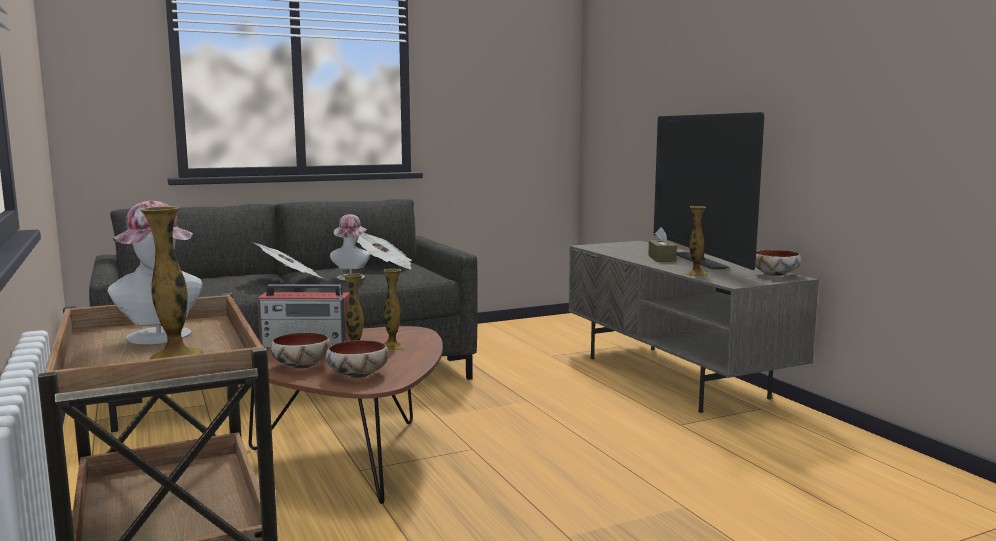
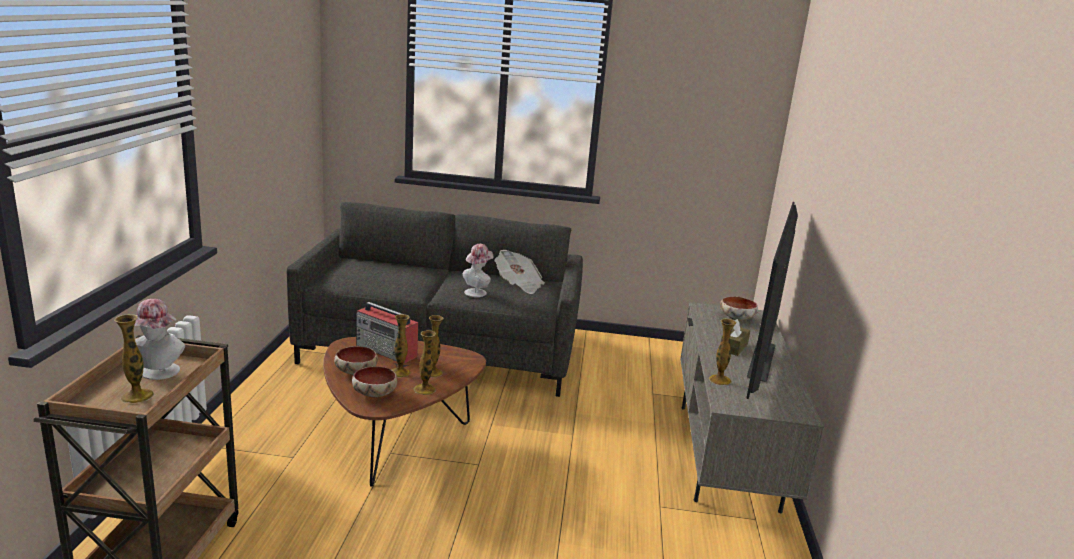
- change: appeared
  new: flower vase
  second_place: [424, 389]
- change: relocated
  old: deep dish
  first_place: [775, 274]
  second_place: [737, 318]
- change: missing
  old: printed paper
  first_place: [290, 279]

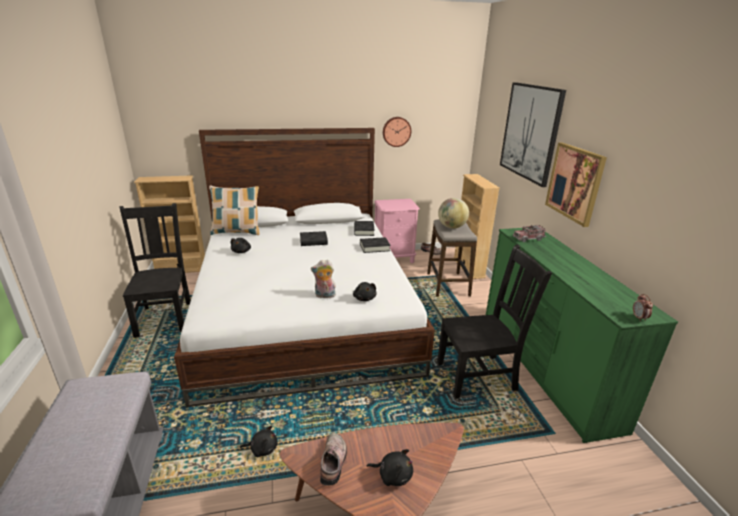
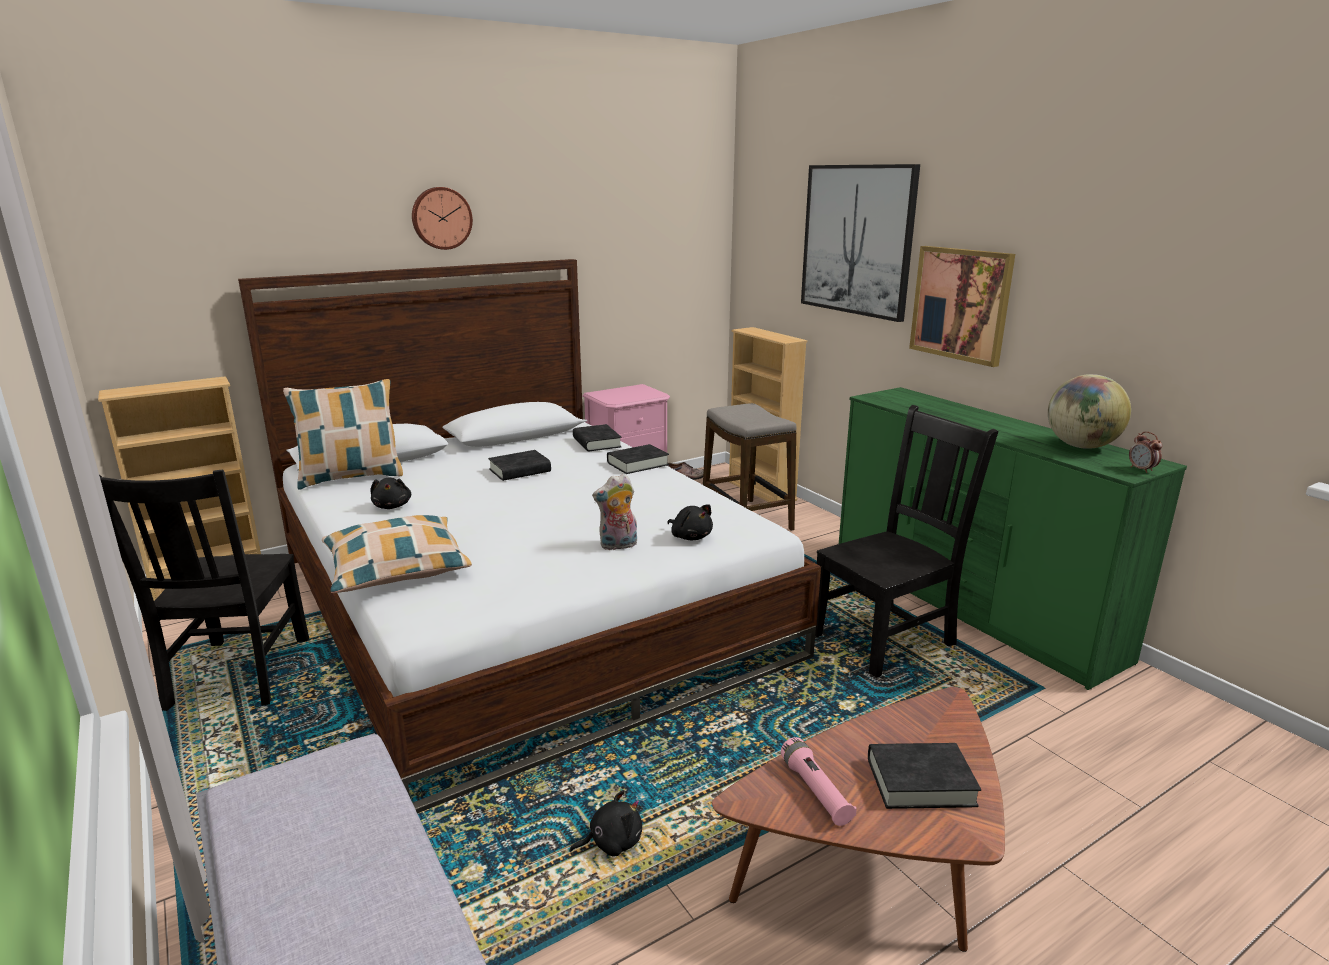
- change: spun
  old: black-coloured plain chair
  first_place: [165, 318]
  second_place: [237, 676]
  degrees: -150
- change: appeared
  new: cushion
  second_place: [396, 567]
- change: relocated
  old: clock on the wall
  first_place: [396, 131]
  second_place: [441, 218]
- change: exchanged
  old: shoe
  new: pinkish hand torch
  first_place: [334, 462]
  second_place: [815, 791]
- change: exchanged
  old: black-coloured cuddly toy
  new: black-coloured bound book
  first_place: [393, 475]
  second_place: [920, 782]
- change: relocated
  old: desk globe
  first_place: [451, 227]
  second_place: [1081, 446]
- change: missing
  old: toy lorry
  first_place: [528, 238]

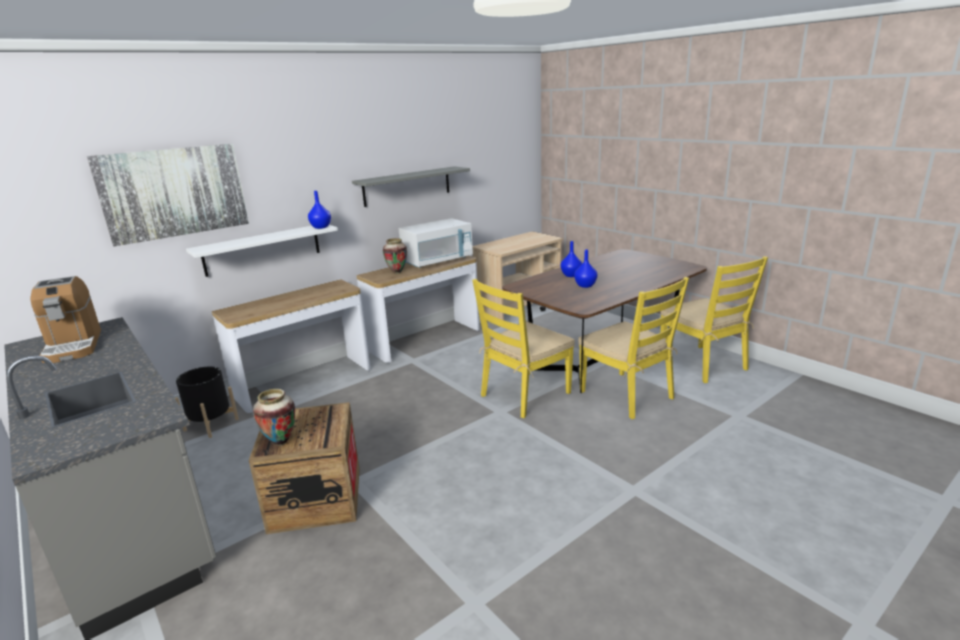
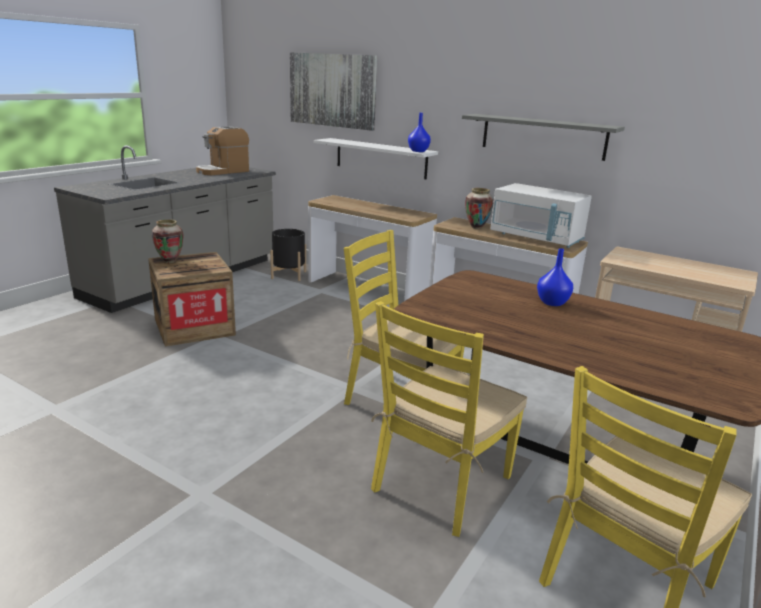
- change: missing
  old: blue-coloured flower vase
  first_place: [585, 285]

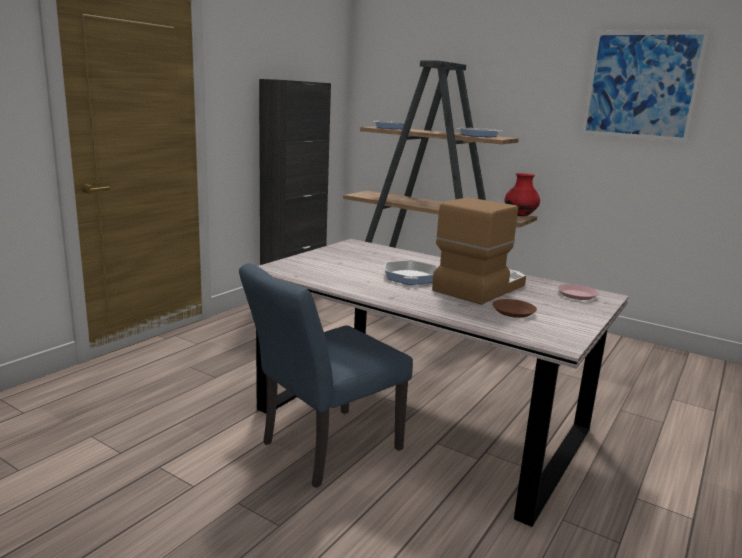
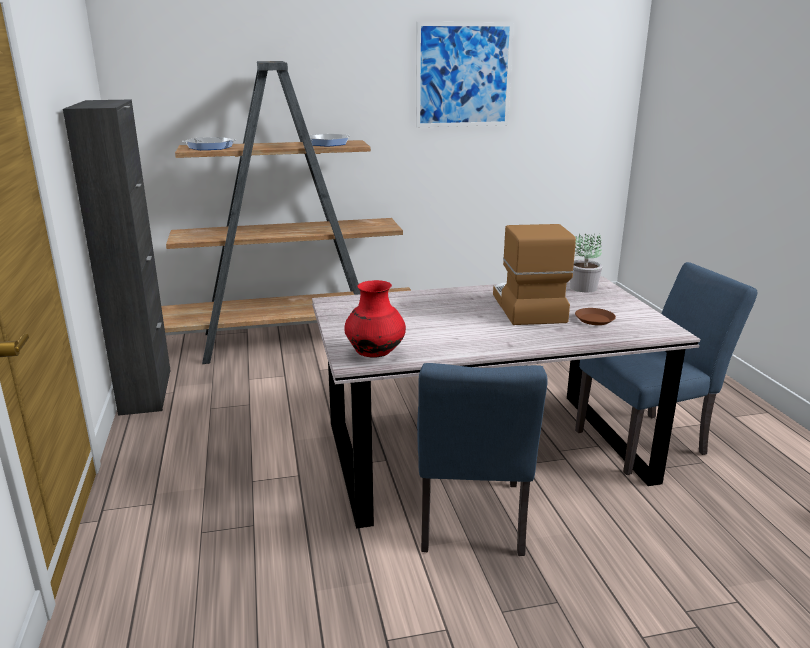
- change: relocated
  old: red-coloured flower vase
  first_place: [520, 216]
  second_place: [375, 354]
- change: exchanged
  old: pinkish dinner plate
  new: potted plant
  first_place: [577, 295]
  second_place: [584, 288]
- change: appeared
  new: blue-coloured plain chair
  second_place: [648, 441]
- change: missing
  old: frying pan
  first_place: [410, 277]

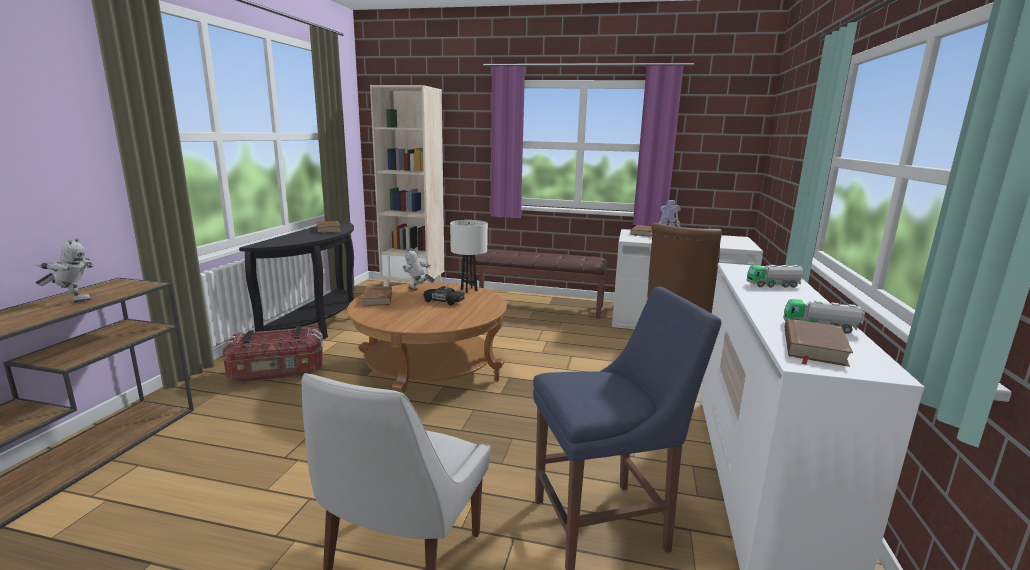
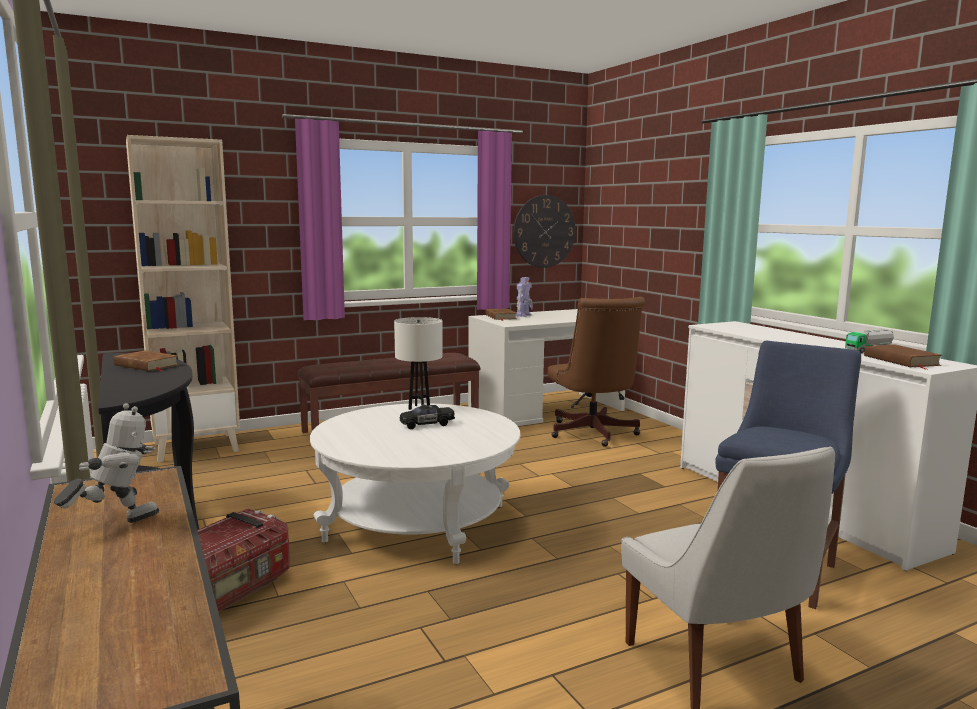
- change: colour
  old: brown-coloured low table
  new: white-coloured low table
  first_place: [430, 372]
  second_place: [418, 523]
- change: appeared
  new: clock on the wall
  second_place: [544, 231]
- change: missing
  old: brown-coloured bound book
  first_place: [378, 299]
- change: missing
  old: robot figure
  first_place: [418, 291]
- change: missing
  old: toy lorry
  first_place: [773, 285]

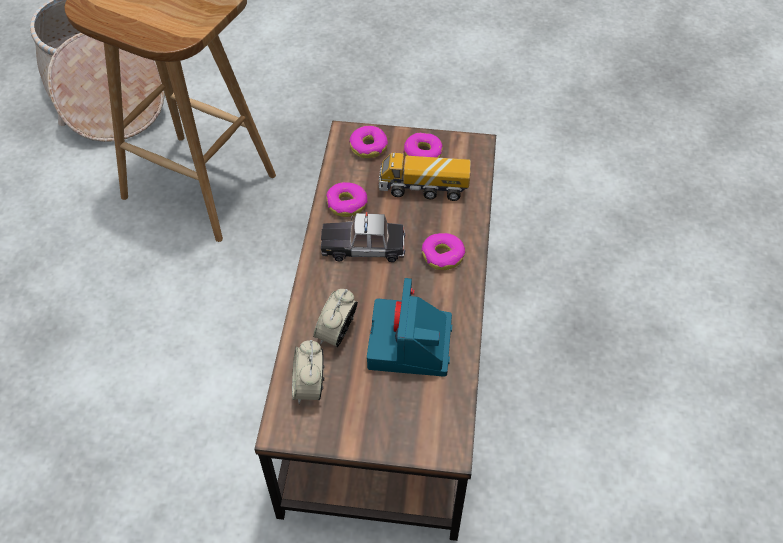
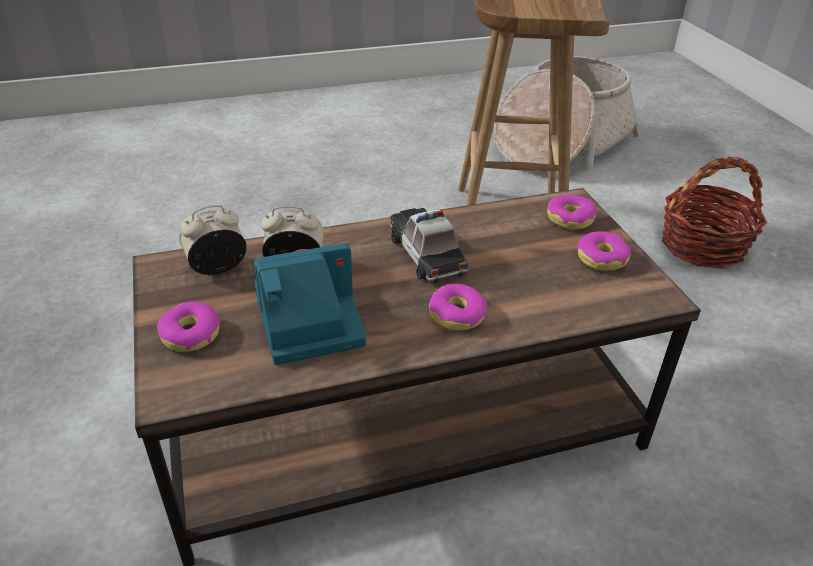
- change: relocated
  old: ring doughnut
  first_place: [347, 204]
  second_place: [190, 335]
- change: appeared
  new: basket
  second_place: [703, 246]
- change: missing
  old: toy lorry
  first_place: [423, 188]

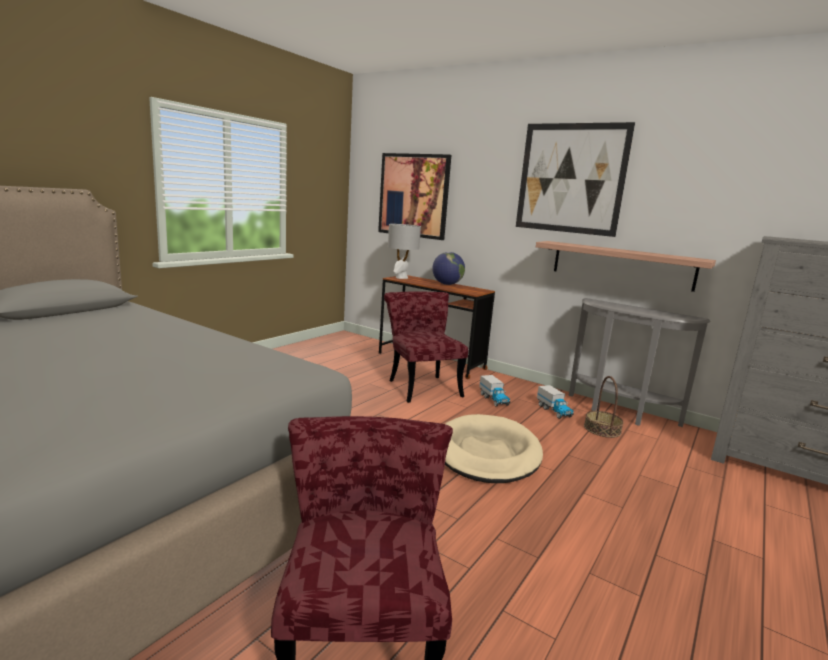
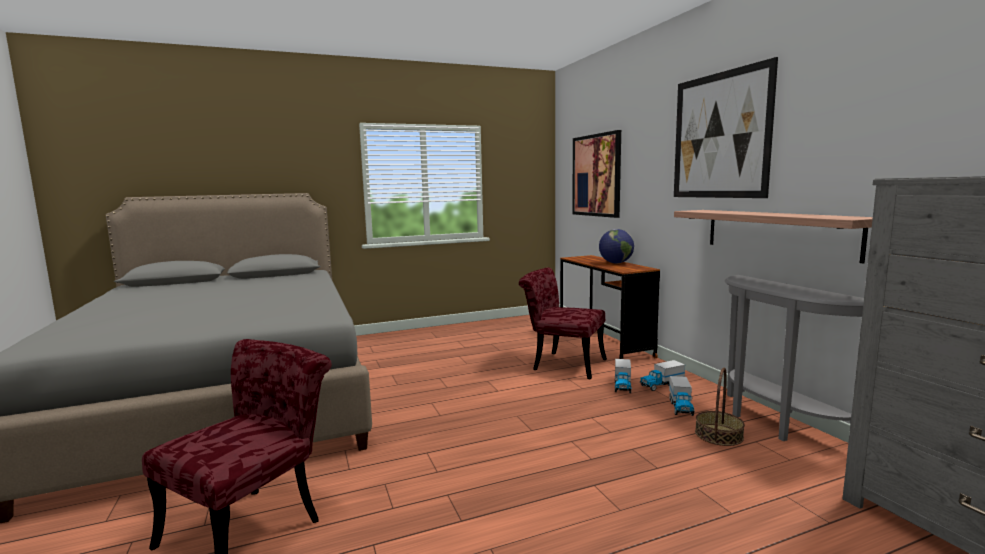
- change: spun
  old: red-coloured plain chair
  first_place: [421, 386]
  second_place: [562, 364]
  degrees: -75
- change: appeared
  new: toy lorry
  second_place: [661, 385]
- change: missing
  old: greyish lamp for a table
  first_place: [401, 277]
- change: missing
  old: beige pet bed
  first_place: [487, 453]

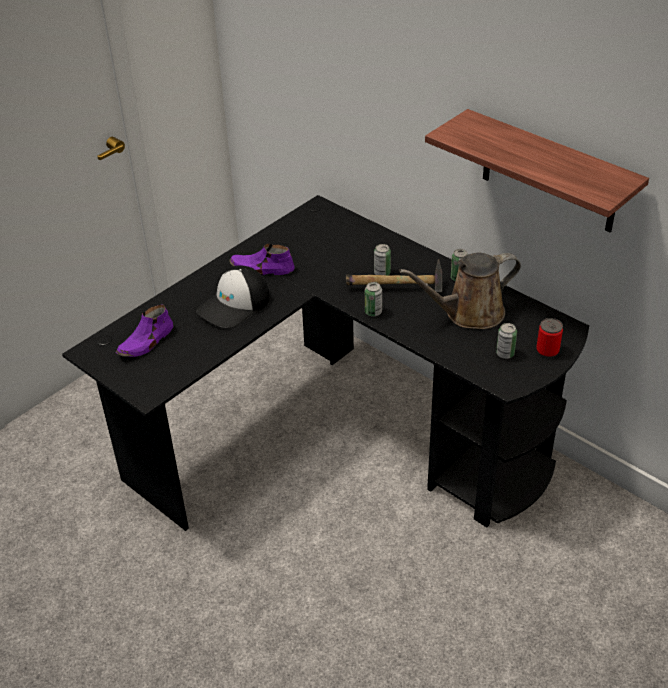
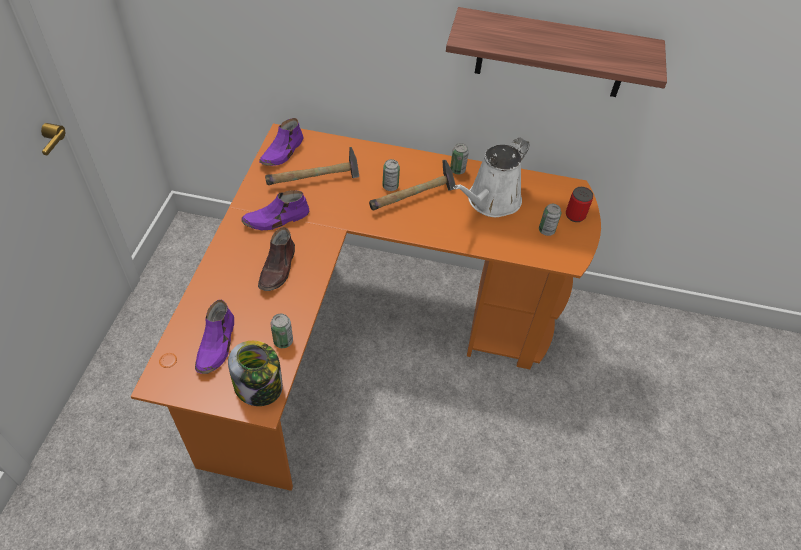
- change: colour
  old: black-coloured desk
  new: orange desk
  first_place: [339, 434]
  second_place: [366, 336]
- change: appeared
  new: storage jar
  second_place: [259, 387]
- change: exchanged
  old: peaked cap
  new: brown-coloured shoe
  first_place: [234, 305]
  second_place: [278, 268]
- change: appeared
  new: purplish shoe
  second_place: [283, 152]
- change: appeared
  new: hammer
  second_place: [316, 180]
- change: relocated
  old: can
  first_place: [373, 312]
  second_place: [283, 341]
- change: colour
  old: brown-coloured watering can
  new: white-coloured watering can
  first_place: [469, 313]
  second_place: [490, 202]

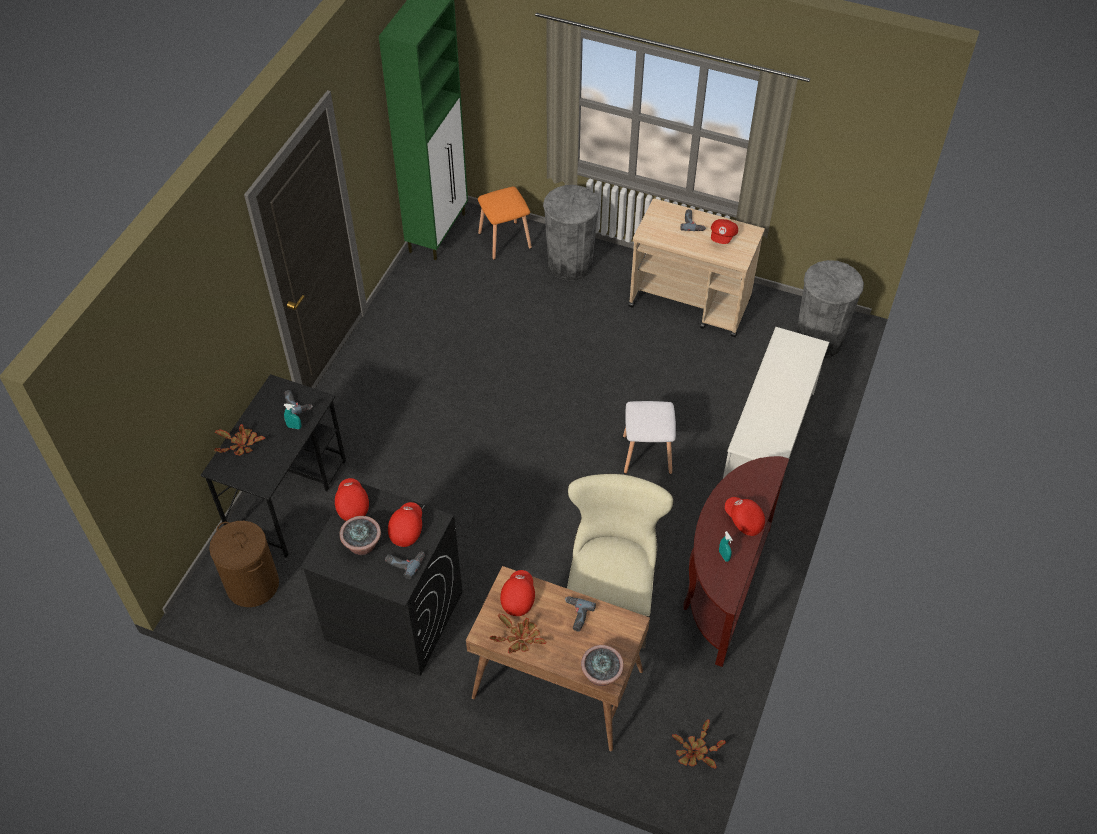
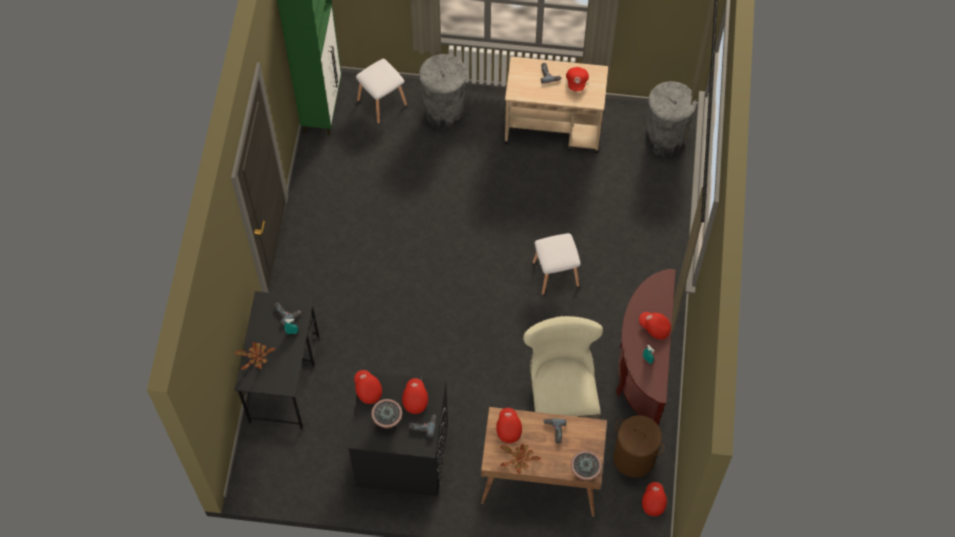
- change: colour
  old: orange stool
  new: white-coloured stool
  first_place: [505, 240]
  second_place: [382, 102]
- change: relocated
  old: brown-coloured laundry basket
  first_place: [253, 585]
  second_place: [634, 458]
- change: exchanged
  old: potted plant
  new: red-coloured peaked cap
  first_place: [695, 752]
  second_place: [653, 501]
- change: missing
  old: white-coloured shoe stand
  first_place: [769, 440]

